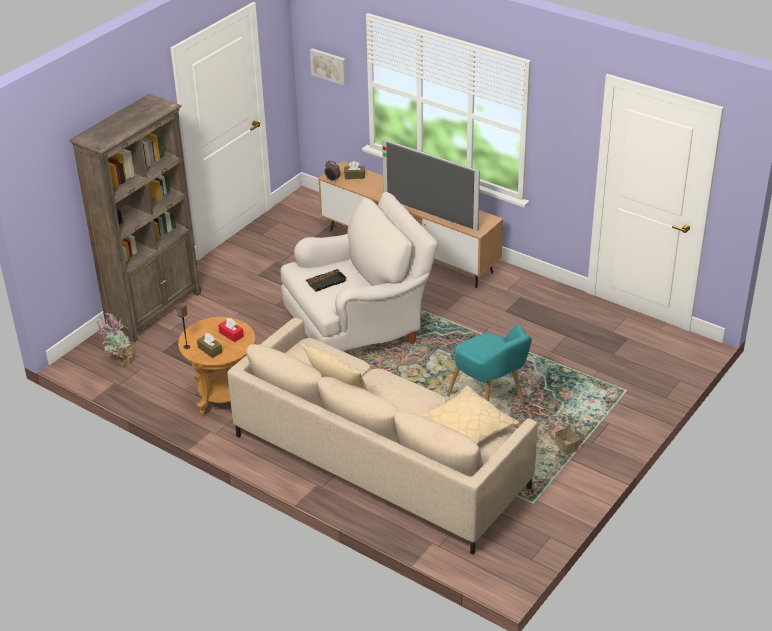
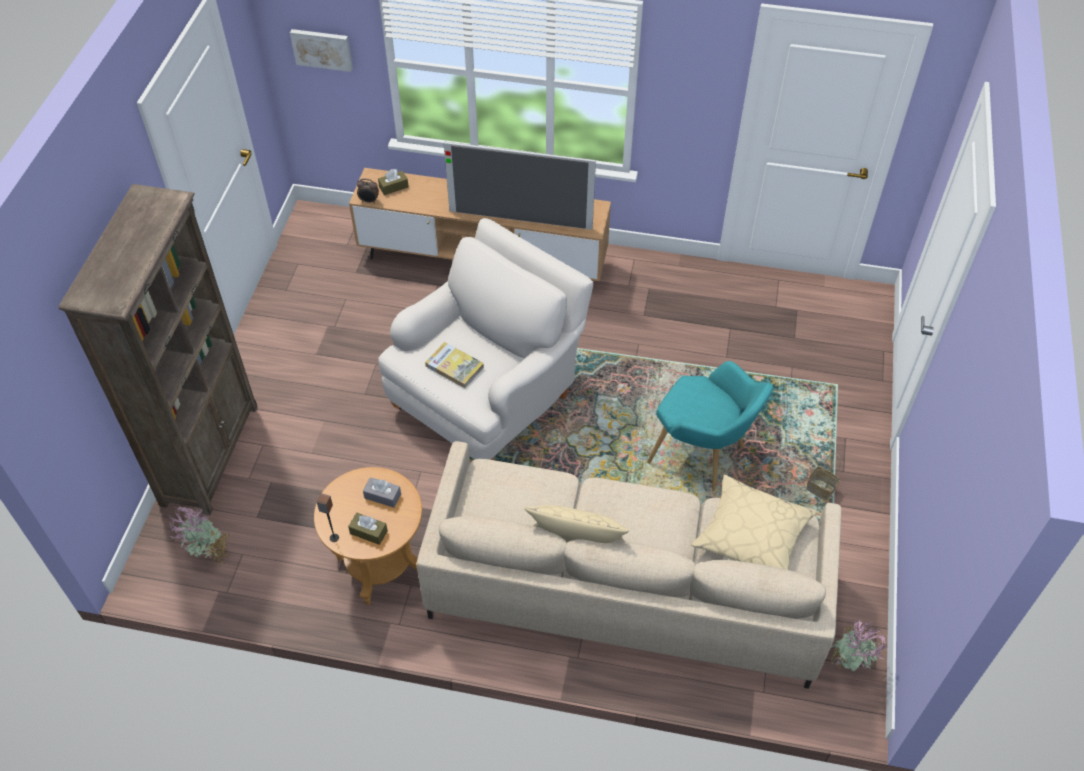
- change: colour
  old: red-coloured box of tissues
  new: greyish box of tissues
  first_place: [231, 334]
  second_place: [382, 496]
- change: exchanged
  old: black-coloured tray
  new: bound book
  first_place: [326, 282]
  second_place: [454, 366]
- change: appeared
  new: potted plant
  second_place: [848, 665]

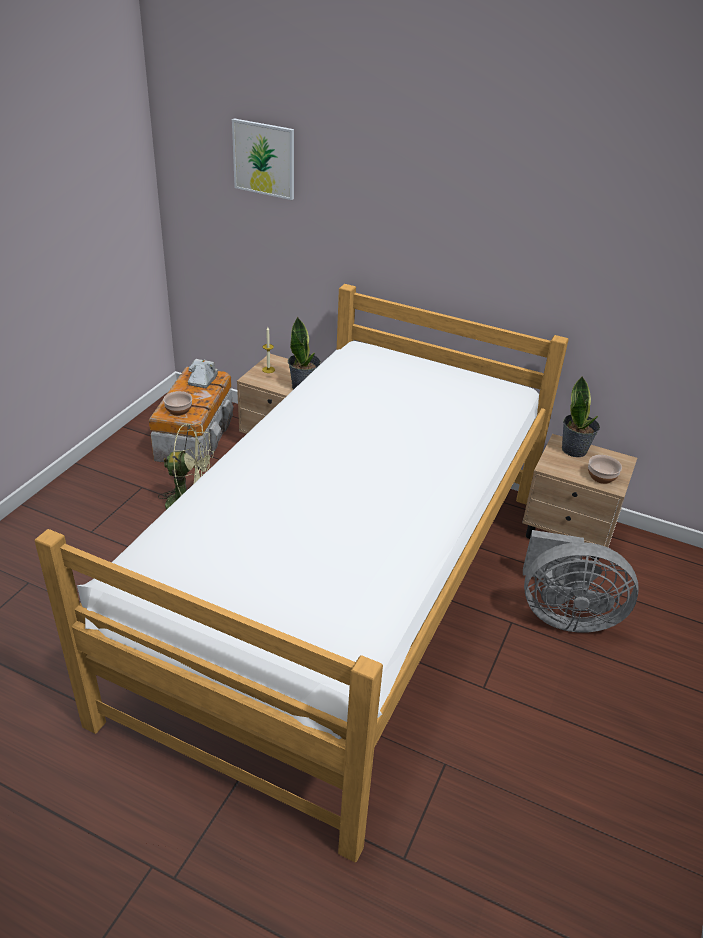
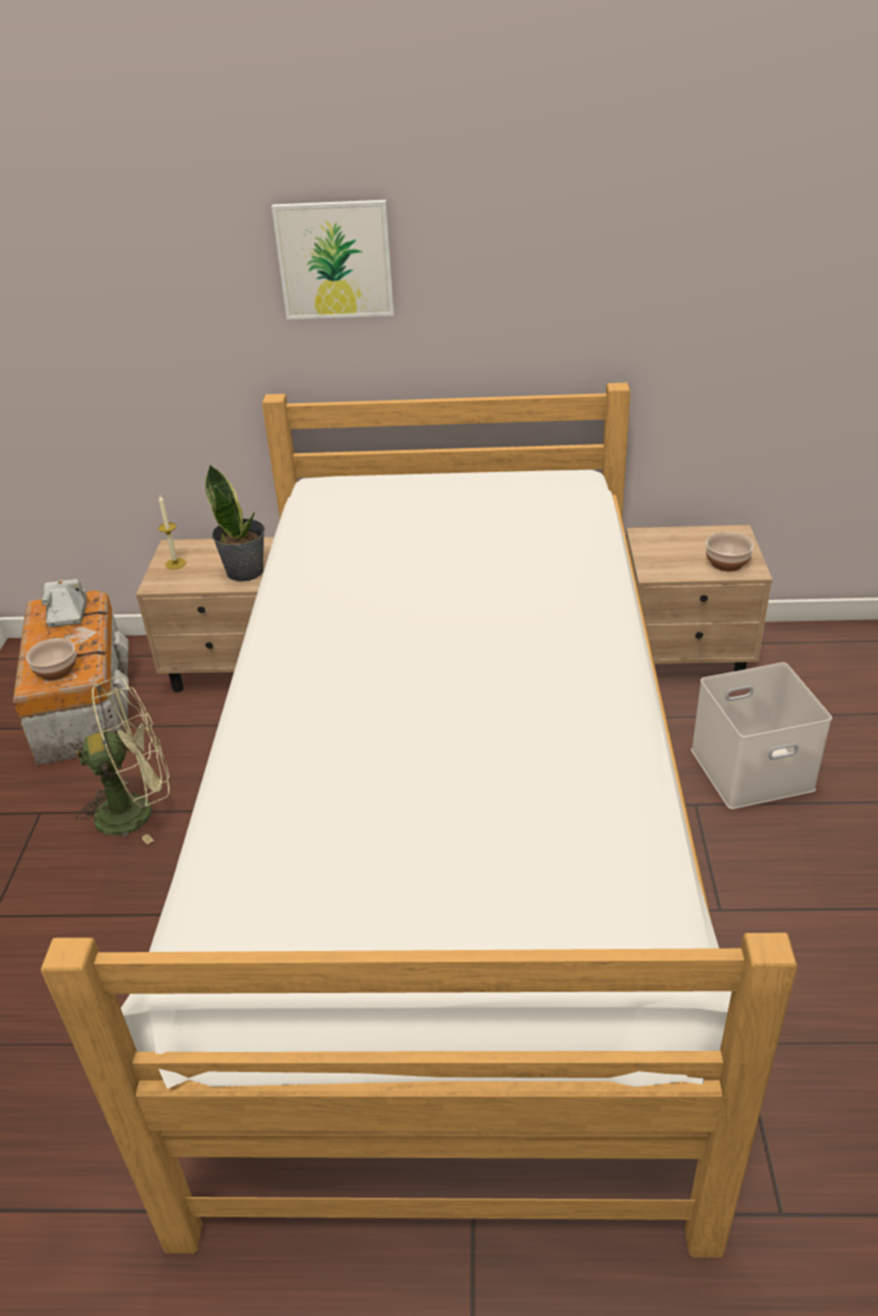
- change: relocated
  old: wall art
  first_place: [264, 159]
  second_place: [335, 260]
- change: exchanged
  old: greyish fan
  new: white-coloured storage bin
  first_place: [564, 615]
  second_place: [752, 767]
- change: missing
  old: potted plant
  first_place: [574, 449]

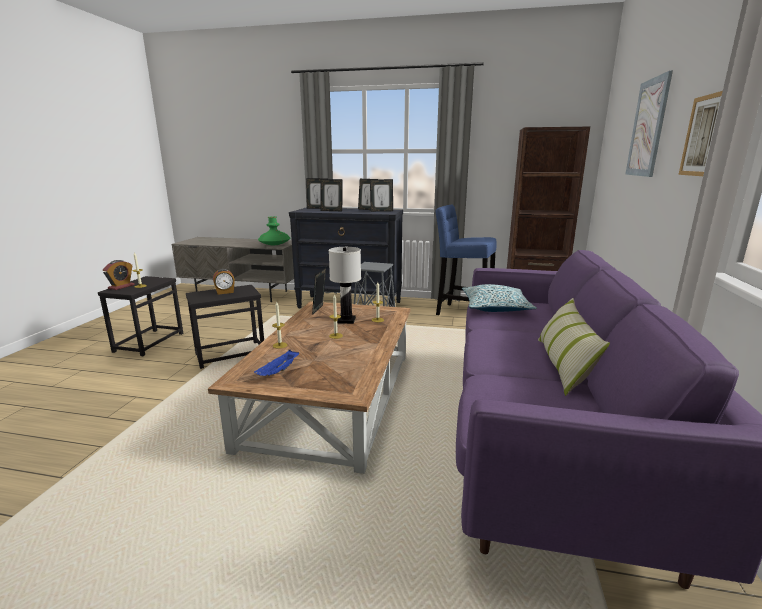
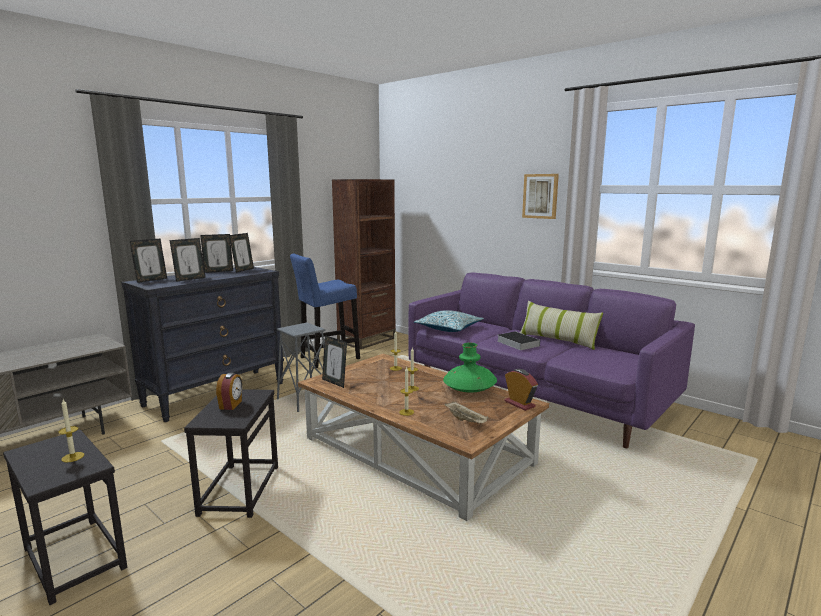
- change: relocated
  old: green-coloured flower vase
  first_place: [274, 245]
  second_place: [469, 389]
- change: colour
  old: blue-coloured tray
  new: beige tray
  first_place: [279, 372]
  second_place: [466, 421]
- change: appeared
  new: bound book
  second_place: [516, 343]
- change: relocated
  old: table clock
  first_place: [121, 287]
  second_place: [519, 404]
- change: missing
  old: white-coloured lamp for a table
  first_place: [346, 320]
- change: missing
  old: wall art
  first_place: [648, 128]

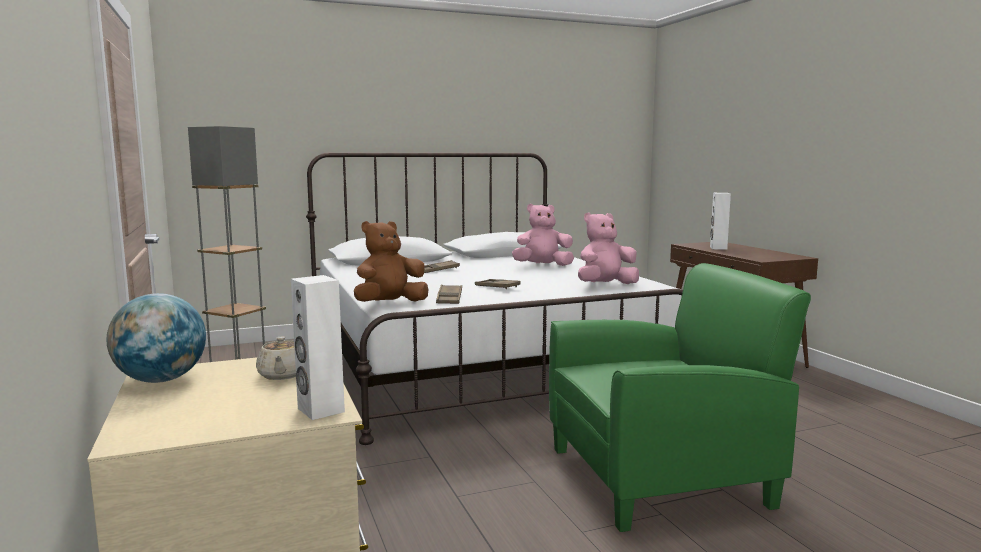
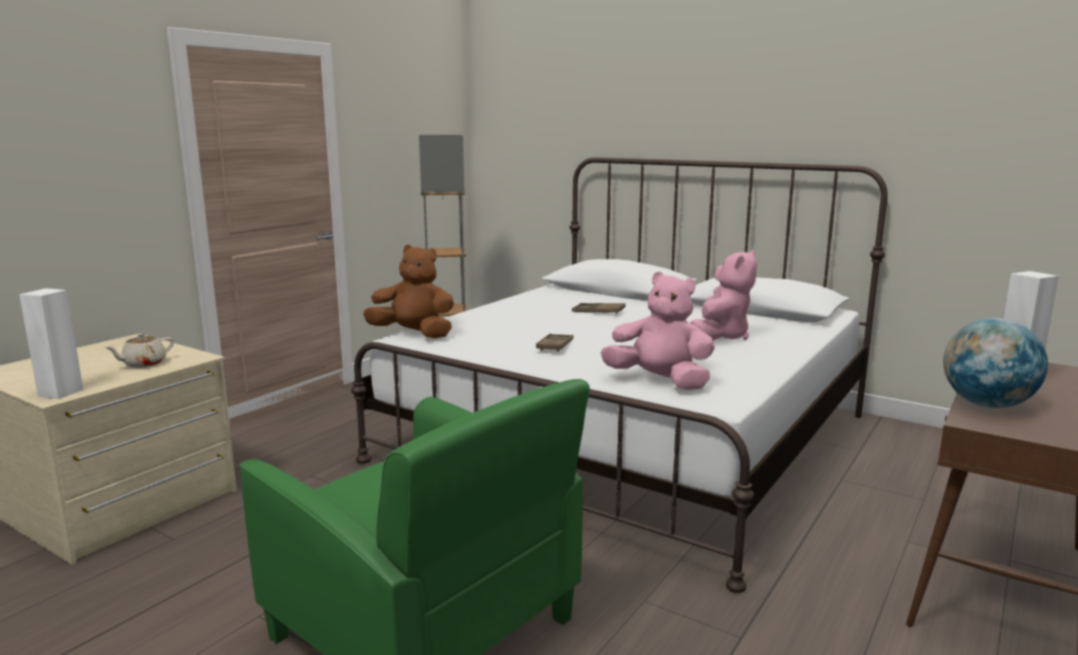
- change: spun
  old: pinkish cuddly toy
  first_place: [542, 266]
  second_place: [720, 336]
  degrees: 75
- change: relocated
  old: desk globe
  first_place: [161, 380]
  second_place: [986, 405]
- change: missing
  old: brown-coloured tray
  first_place: [449, 298]

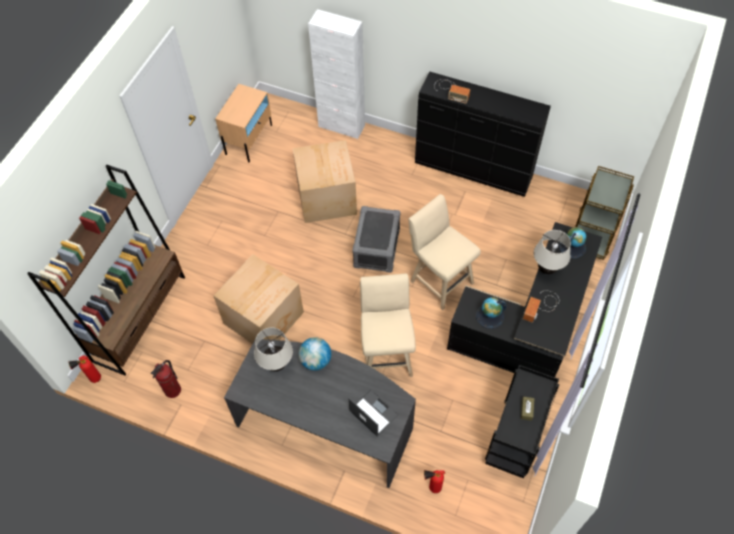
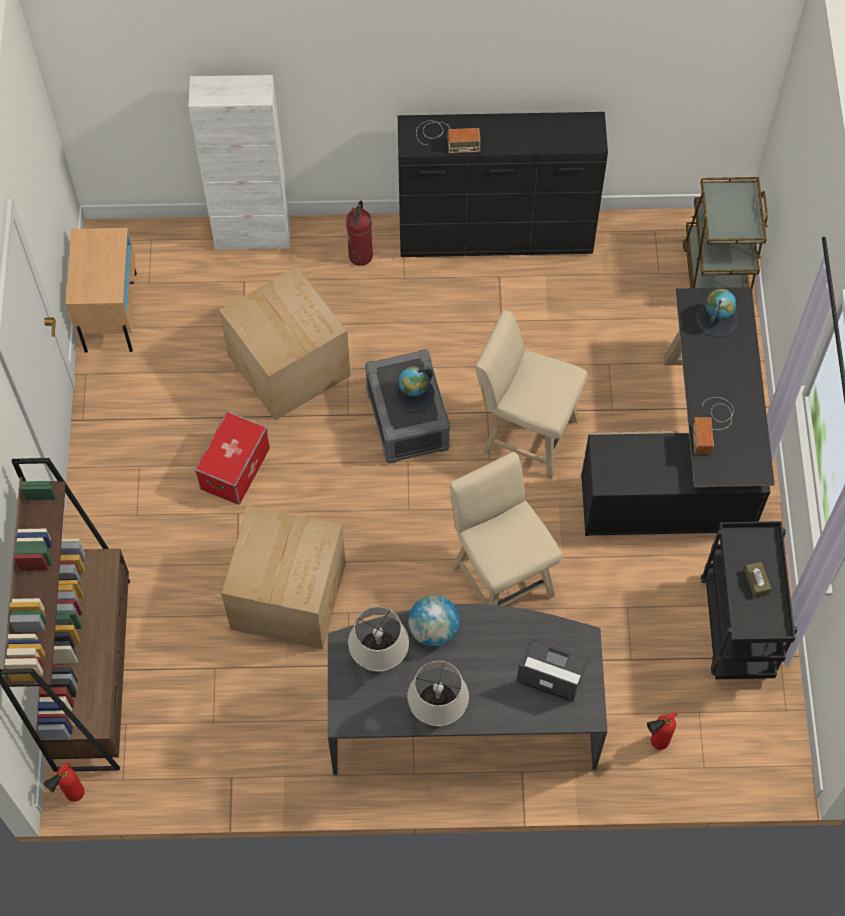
- change: appeared
  new: storage bin
  second_place: [235, 468]
- change: relocated
  old: extinguisher
  first_place: [172, 390]
  second_place: [360, 256]
- change: relocated
  old: desk globe
  first_place: [490, 316]
  second_place: [413, 394]
- change: relocated
  old: beige lamp for a table
  first_place: [547, 268]
  second_place: [437, 711]

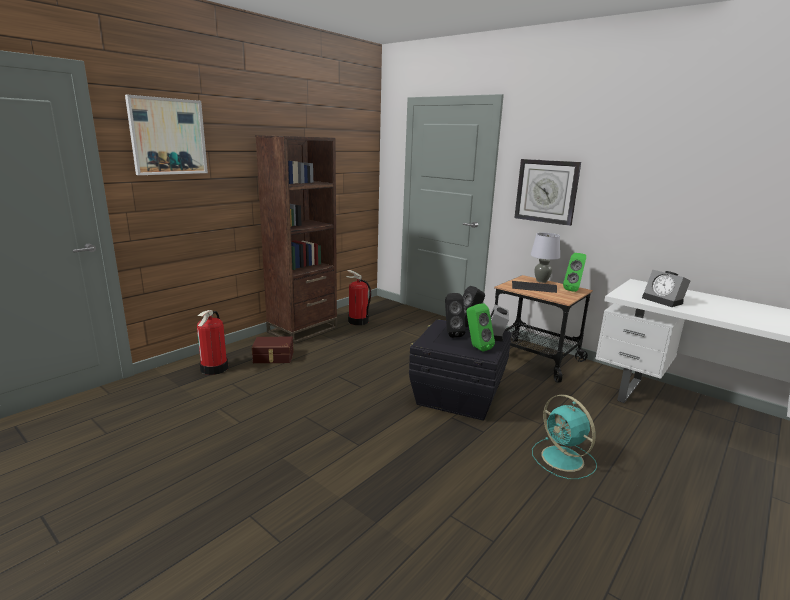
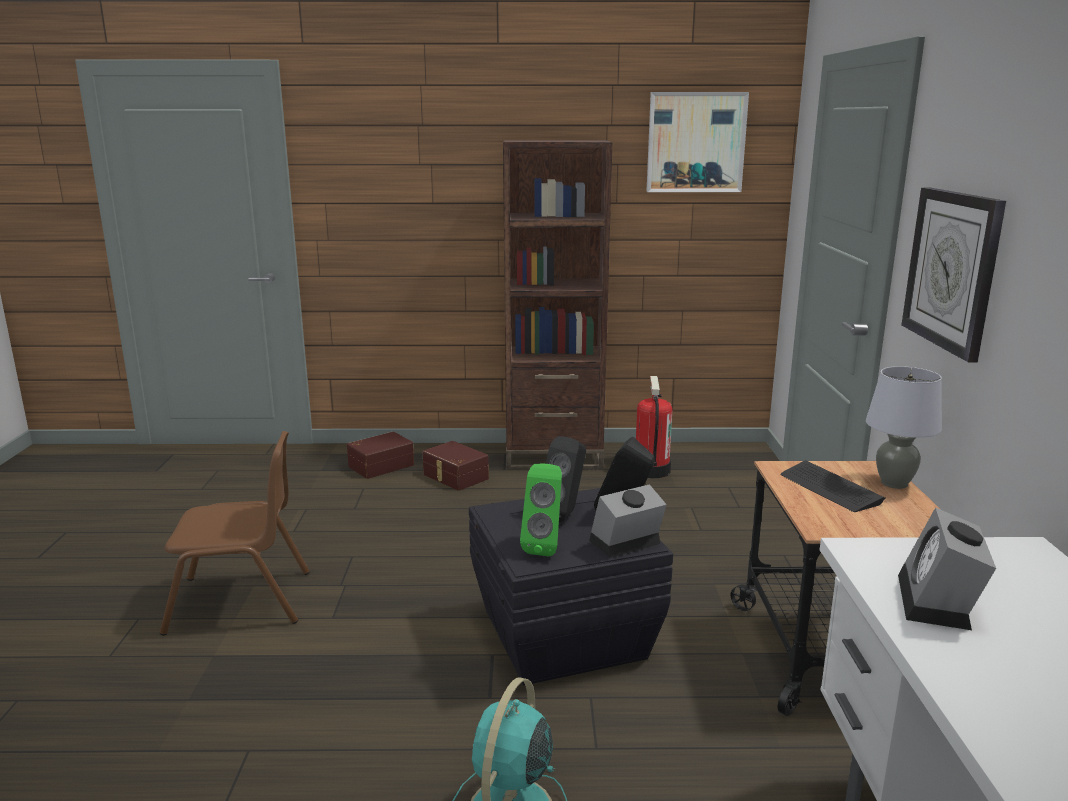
- change: appeared
  new: brown-coloured plain chair
  second_place: [241, 601]
- change: exchanged
  old: extinguisher
  new: brown-coloured storage bin
  first_place: [215, 368]
  second_place: [380, 465]
- change: relocated
  old: wall art
  first_place: [168, 136]
  second_place: [696, 142]
- change: missing
  old: green-coloured audio speaker
  first_place: [573, 290]

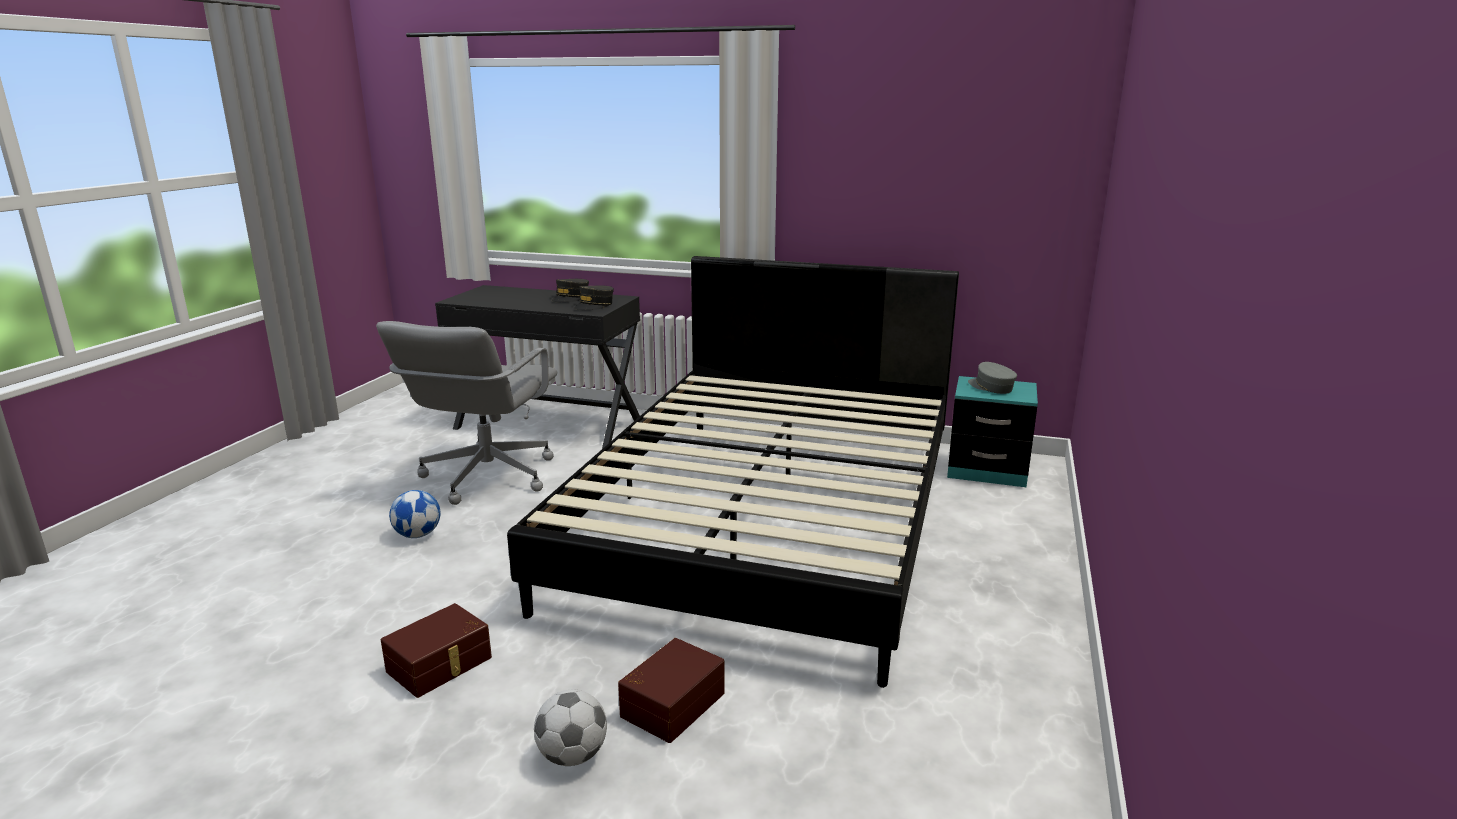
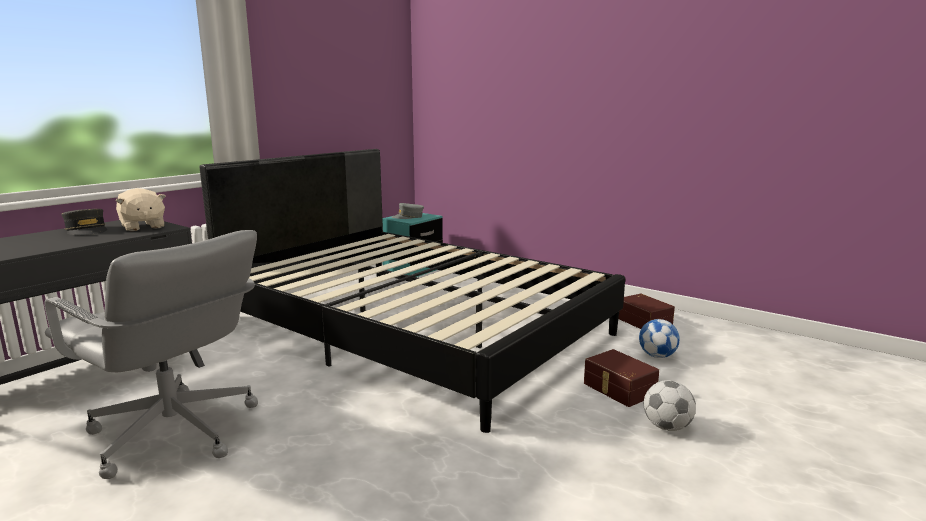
- change: exchanged
  old: greyish peaked cap
  new: beige cuddly toy
  first_place: [594, 305]
  second_place: [142, 227]
- change: relocated
  old: brown-coloured storage bin
  first_place: [441, 665]
  second_place: [644, 321]
- change: relocated
  old: football ball
  first_place: [418, 535]
  second_place: [657, 356]

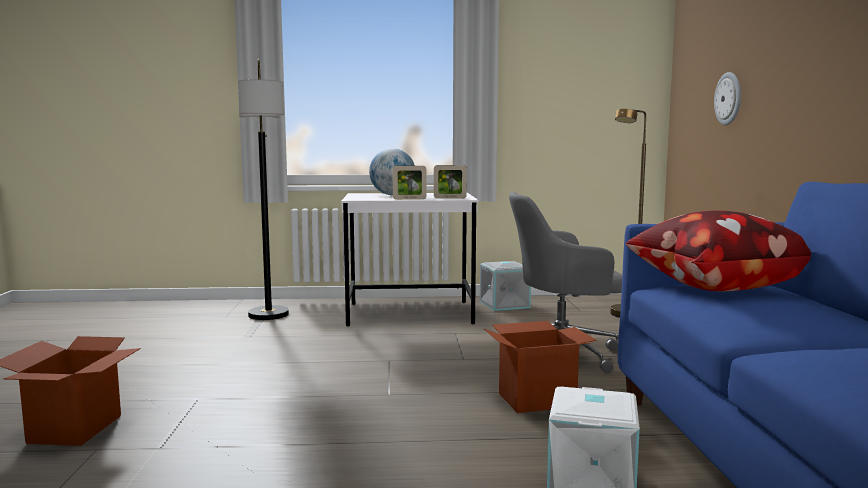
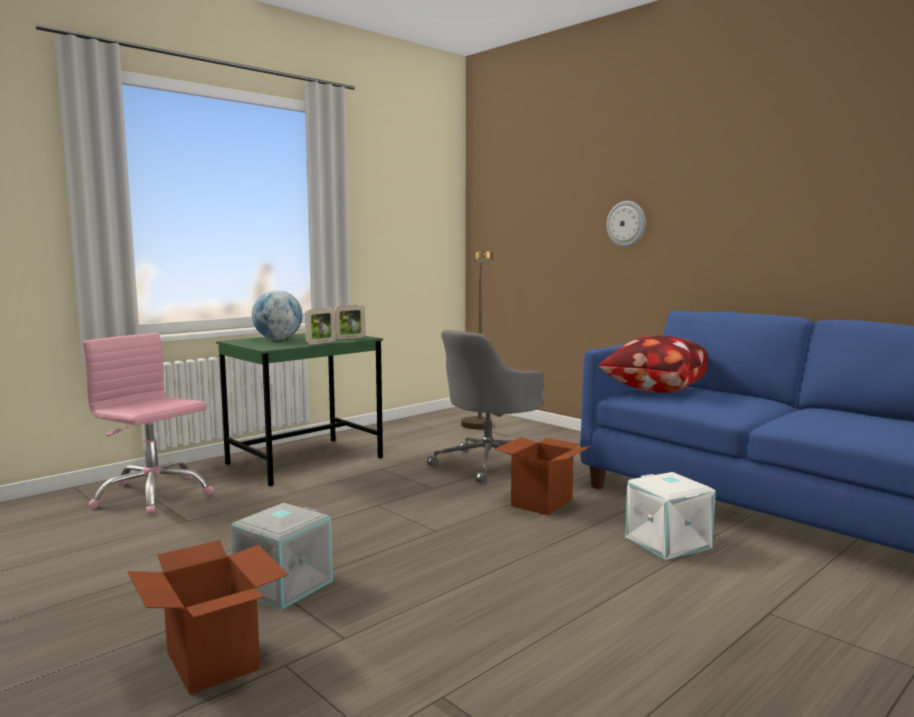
- change: exchanged
  old: standard lamp
  new: pinkish desk chair
  first_place: [268, 314]
  second_place: [153, 495]
- change: colour
  old: white-coloured desk
  new: green-coloured desk
  first_place: [410, 313]
  second_place: [305, 461]
- change: relocated
  old: greyish storage bin
  first_place: [504, 304]
  second_place: [283, 584]
- change: relocated
  old: clock on the wall
  first_place: [729, 98]
  second_place: [626, 224]

